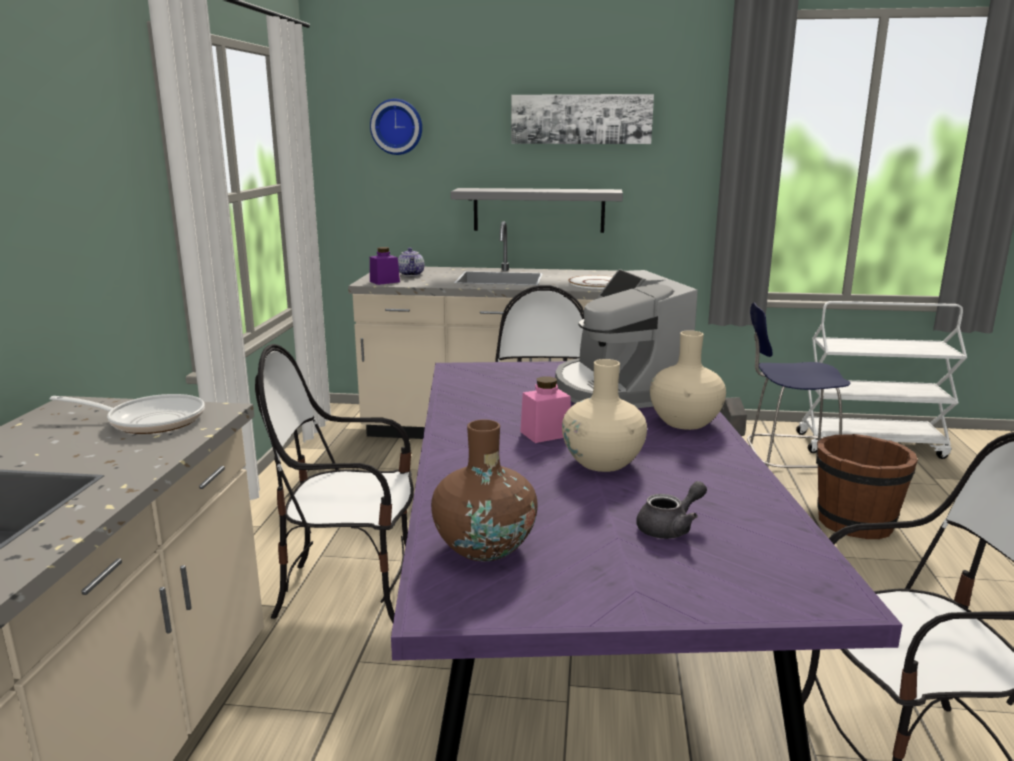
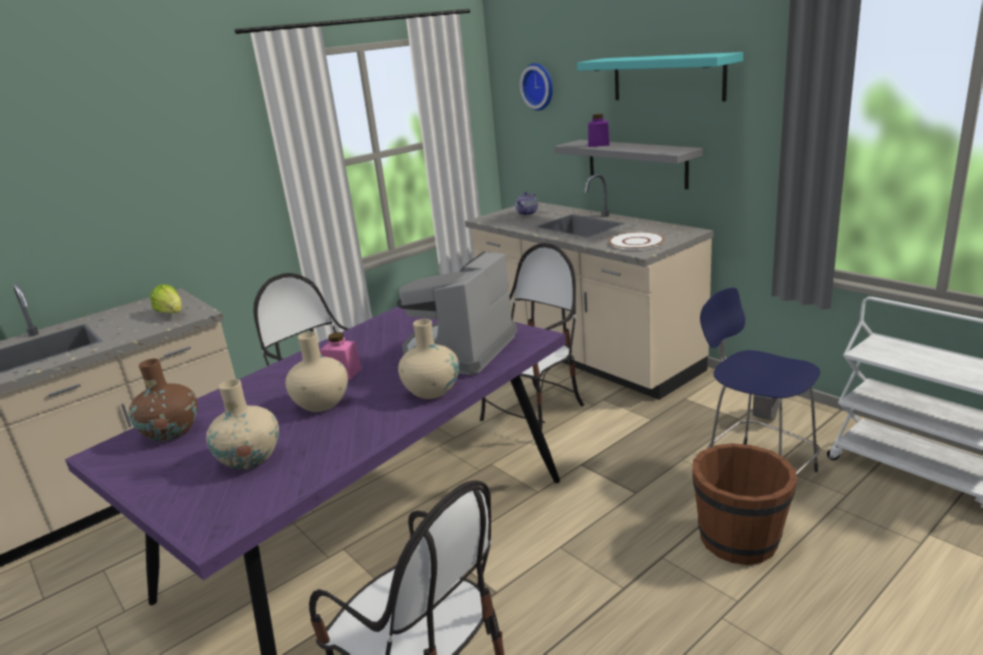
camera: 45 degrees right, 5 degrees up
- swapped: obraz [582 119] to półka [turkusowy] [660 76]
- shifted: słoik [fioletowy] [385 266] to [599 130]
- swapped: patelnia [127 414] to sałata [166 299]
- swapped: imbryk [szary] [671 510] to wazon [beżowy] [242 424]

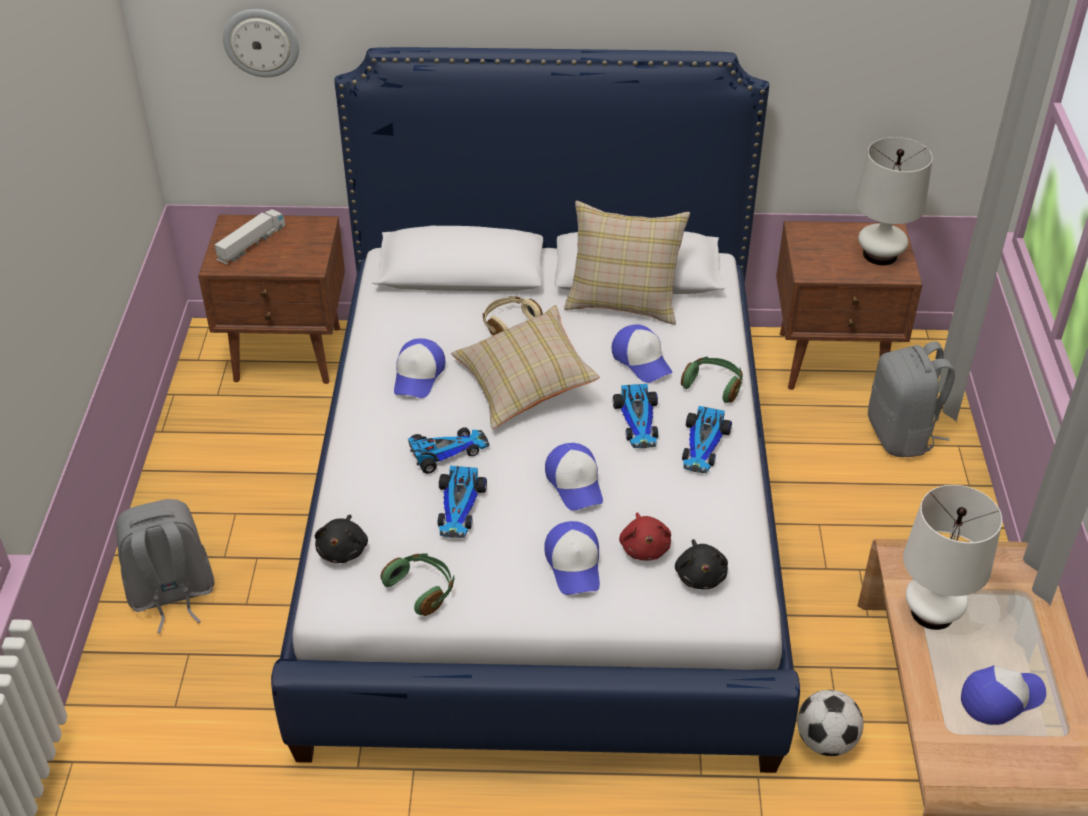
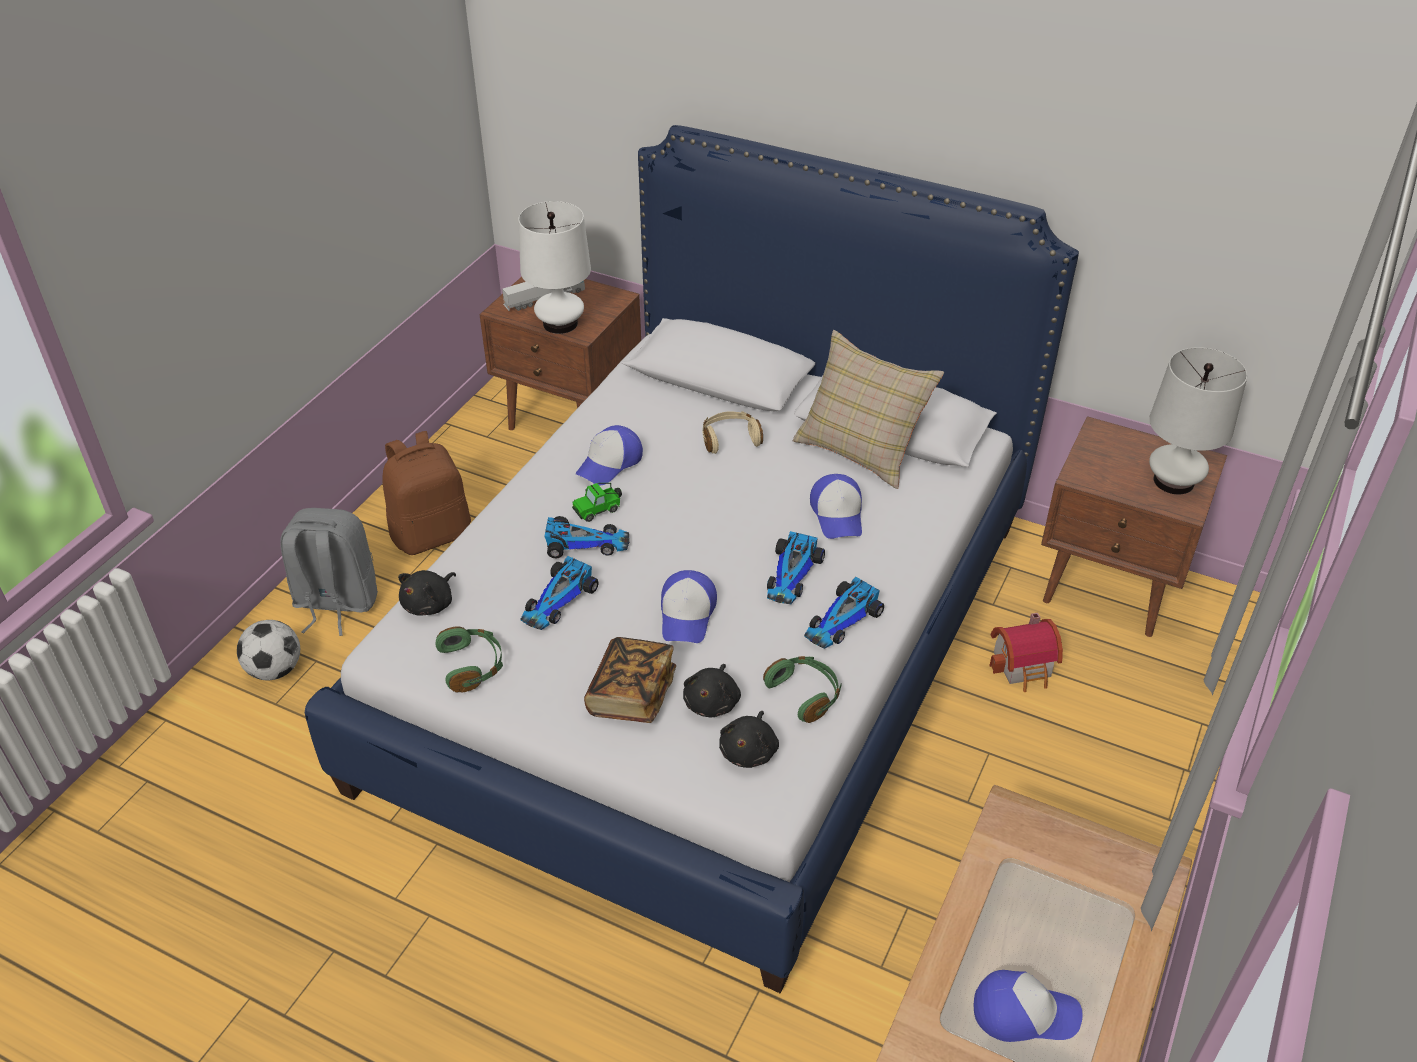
camera: 25 degrees right, 0 degrees up
- gone: zegar ścienny [261 43]
- gone: poduszka [beżowy] [525 367]
- gone: plecak [szary] [911 399]
- shifted: słuchawki [zielony] [712 379] to [802 689]
- shifted: lampa stołowa [biały] [952 557] to [554 267]
- repainted: pluszak [czerwony] [645 536] to pluszak [czarny] [712 690]
- swapped: czapka z daszkiem [572 558] to książka [630 680]
- shifted: piłka futbolowa [830 723] to [268 650]
- new: plecak [brązowy] [426 493]
- new: samochodzik [597 502]
- new: domek [1026 652]

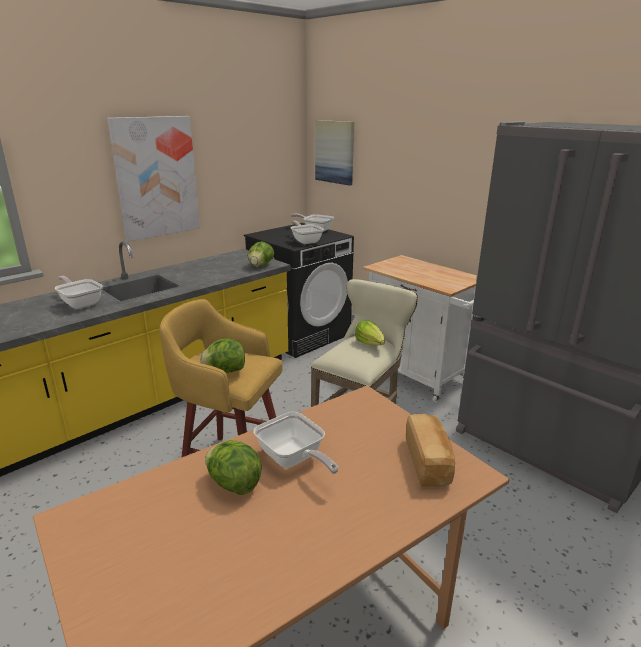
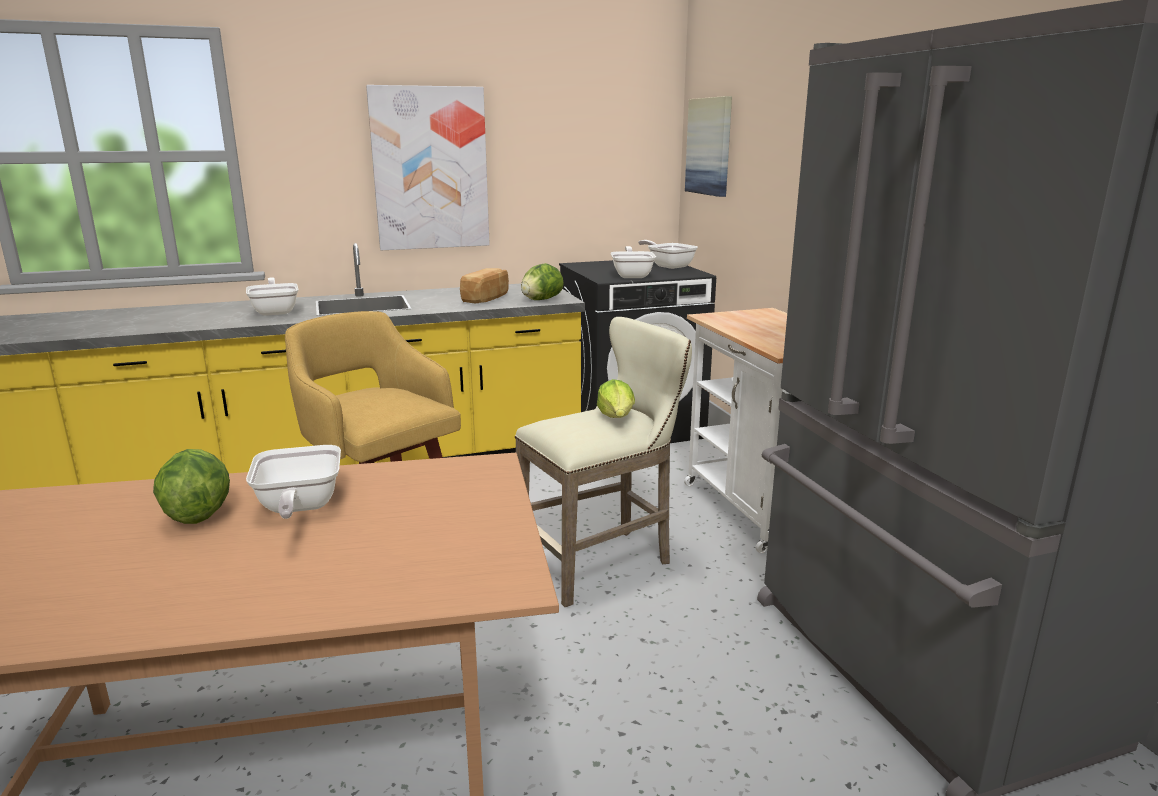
camera: 25 degrees right, 5 degrees down
- gone: sałata [222 356]
- shifted: chleb [430 450] to [484 285]

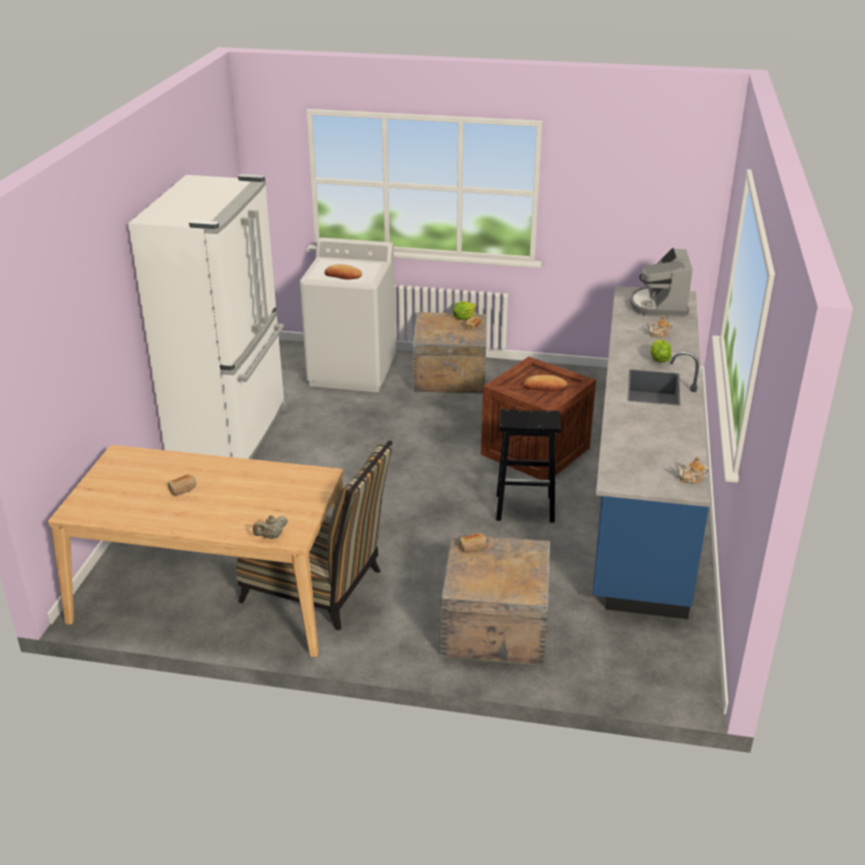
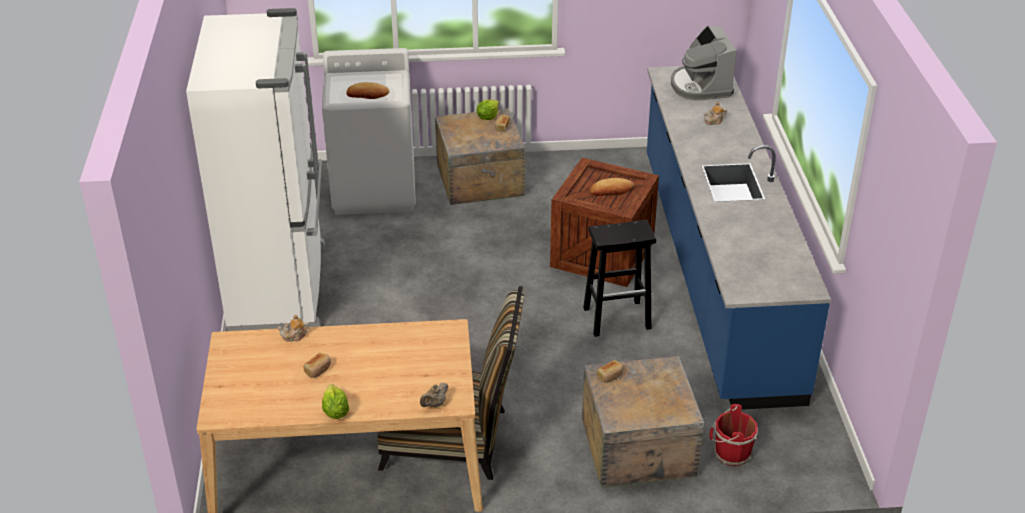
camera: 15 degrees left, 5 degrees up
- shifted: sałata [660 351] to [335 401]
- shifted: imbryk [693 470] to [293 328]
- new: wiadro [czerwony] [733 435]

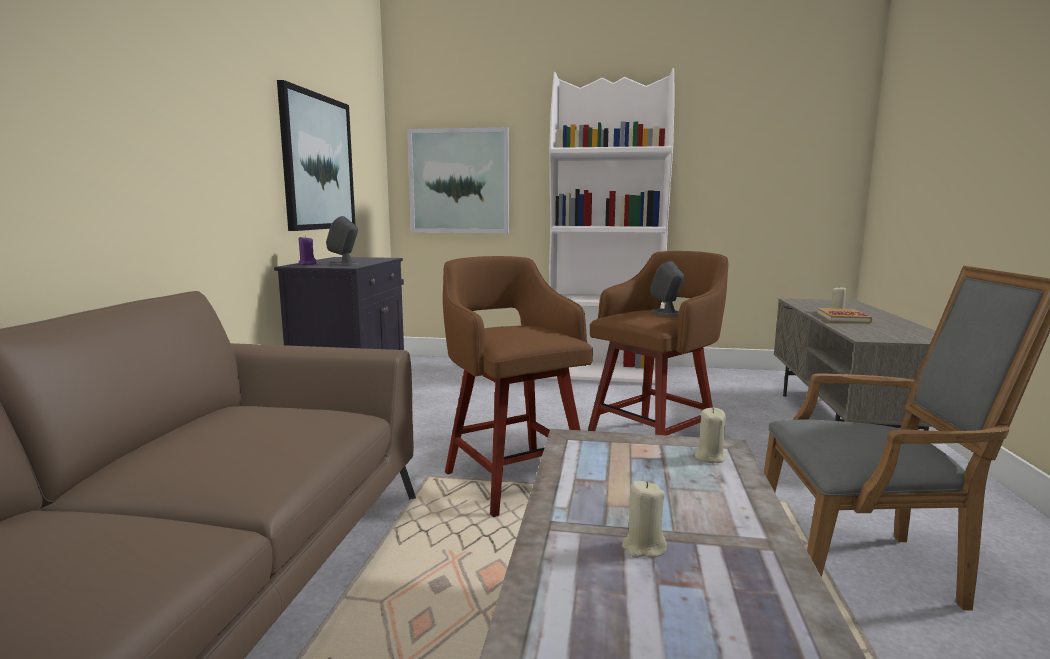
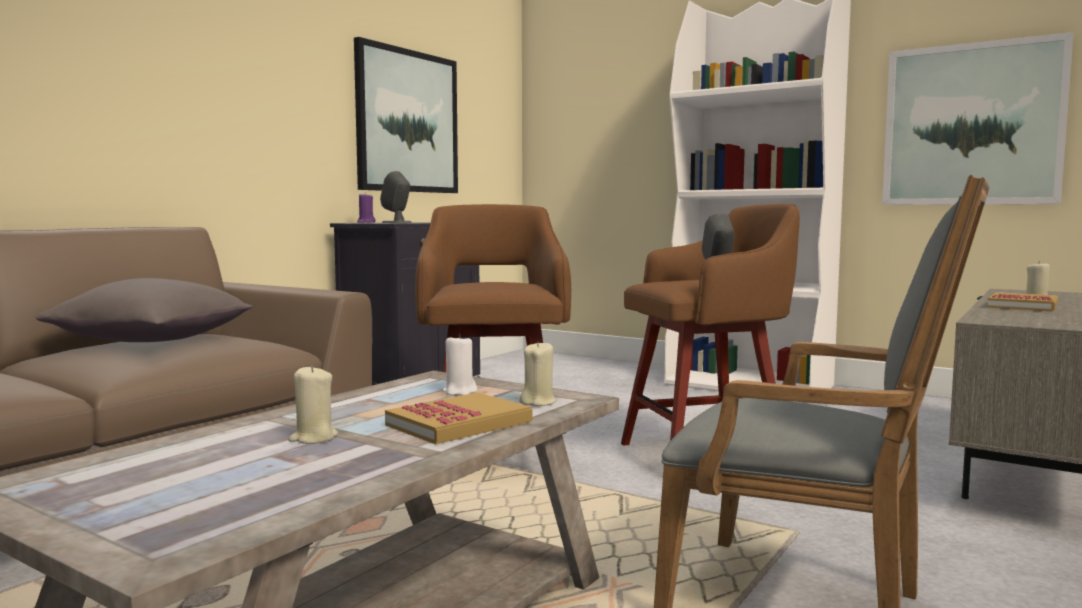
camera: 25 degrees right, 5 degrees down
- shifted: obraz [458 180] to [977 118]
- new: poduszka [szary] [144 310]
- new: świeca [biały] [460 365]
- new: książka [459 418]

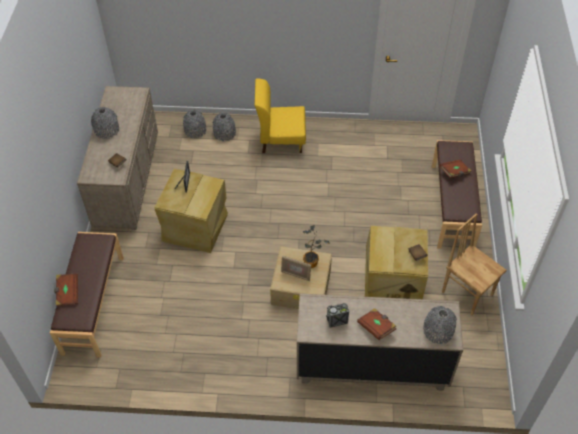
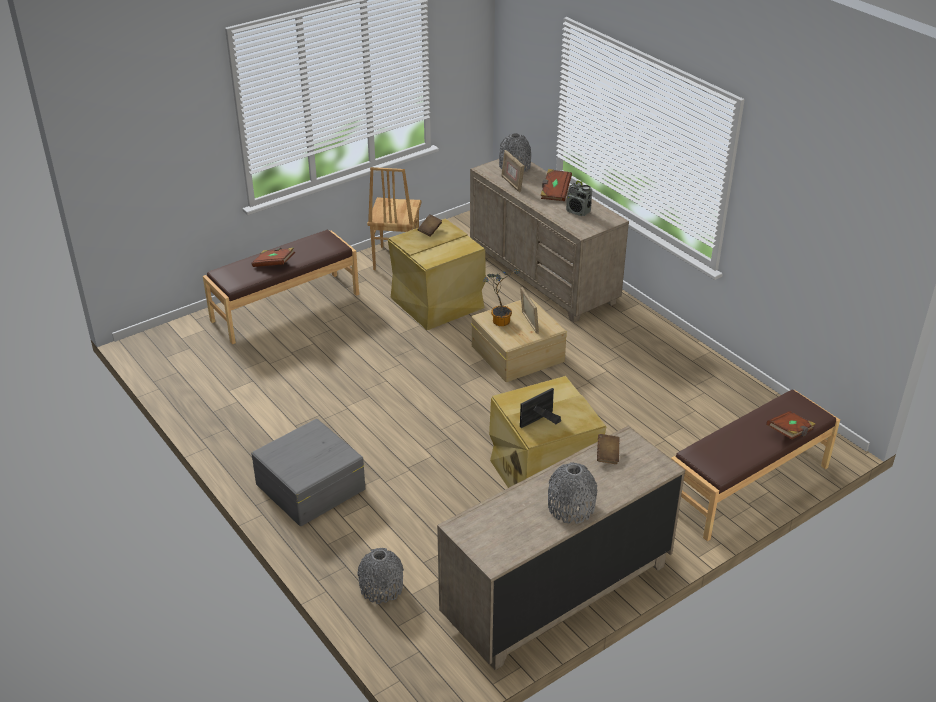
camera: 130 degrees left, 15 degrees down
- swapped: krzesło [żółty] [280 115] to pojemnik do przechowywania [szary] [308 472]
- gone: wazon [szary] [224 127]
- new: ramka na zdjęcie [512 171]

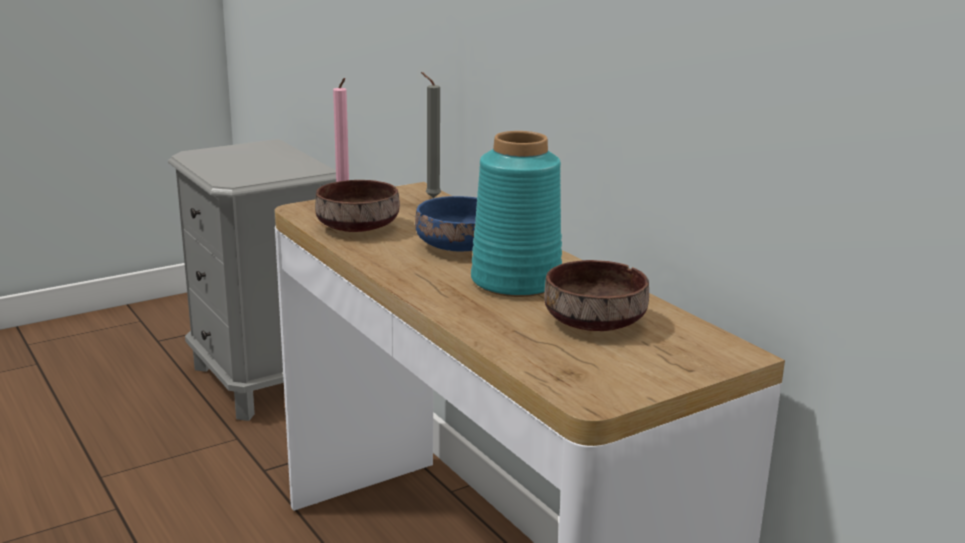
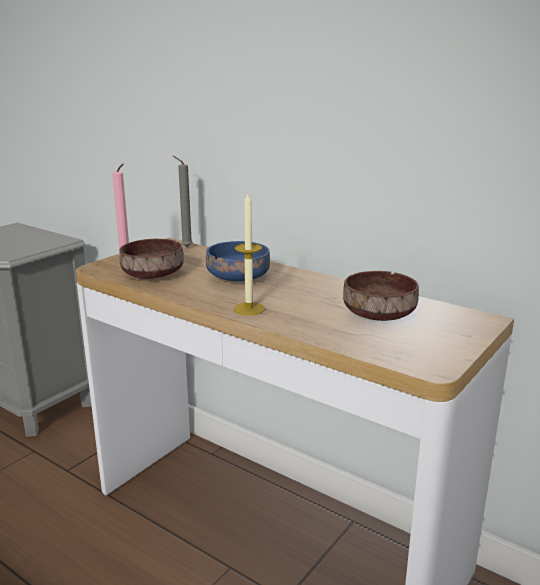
camera: 20 degrees left, 0 degrees up
- gone: wazon [turkusowy] [516 214]
- new: świeca [249 254]

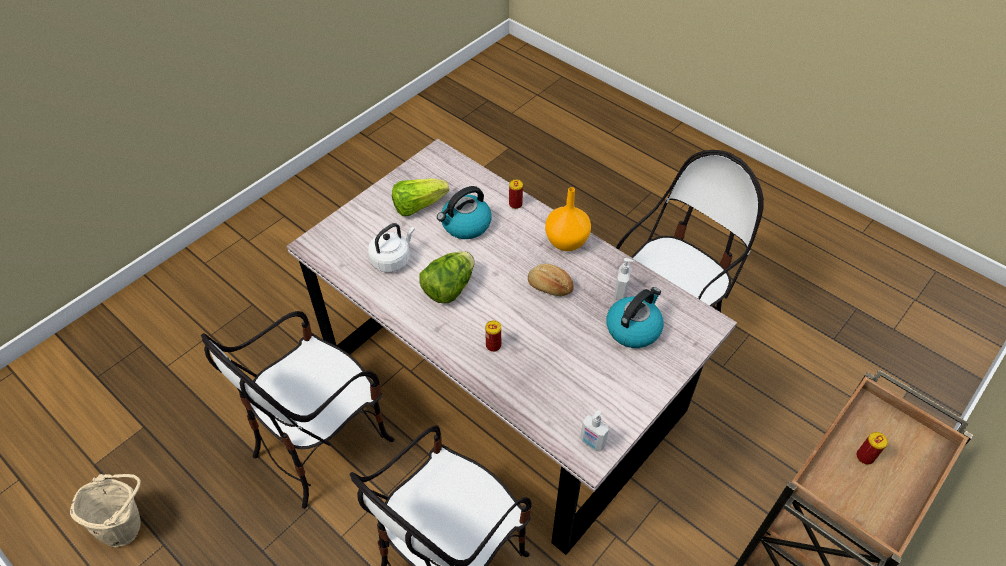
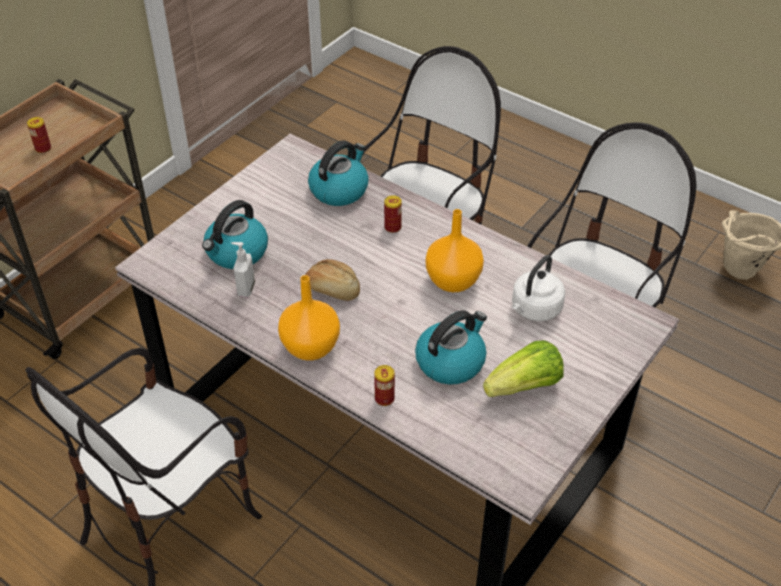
camera: 175 degrees right, 5 degrees down
- swapped: sałata [447 277] to wazon [pomarańczowy] [454 250]
- gone: dozownik mydła [594 431]
- new: czajnik [338 173]

